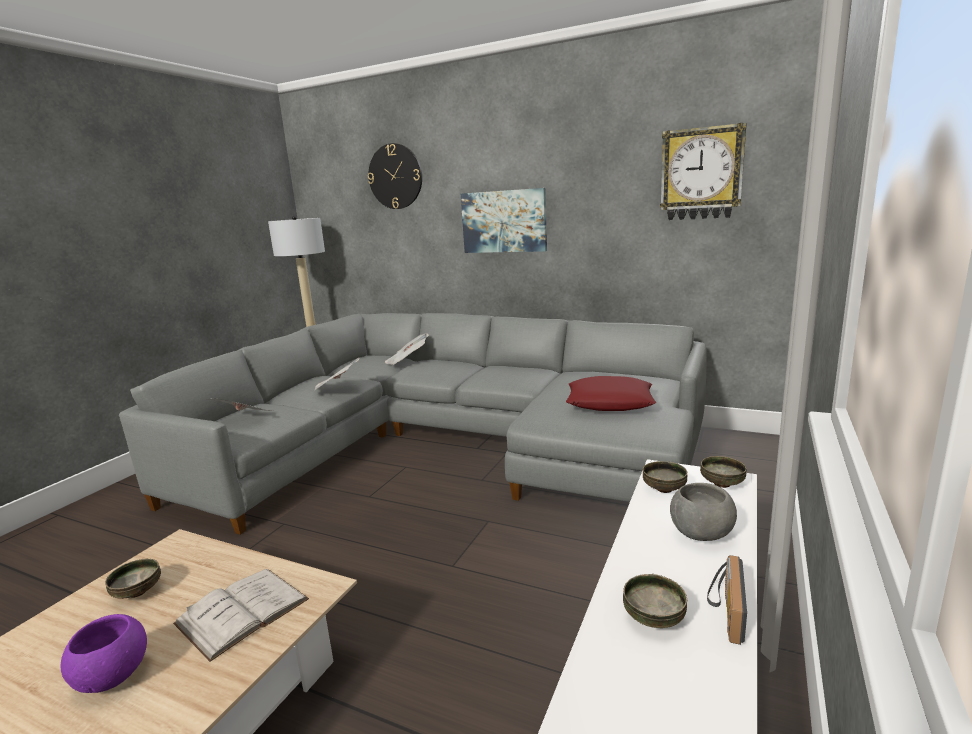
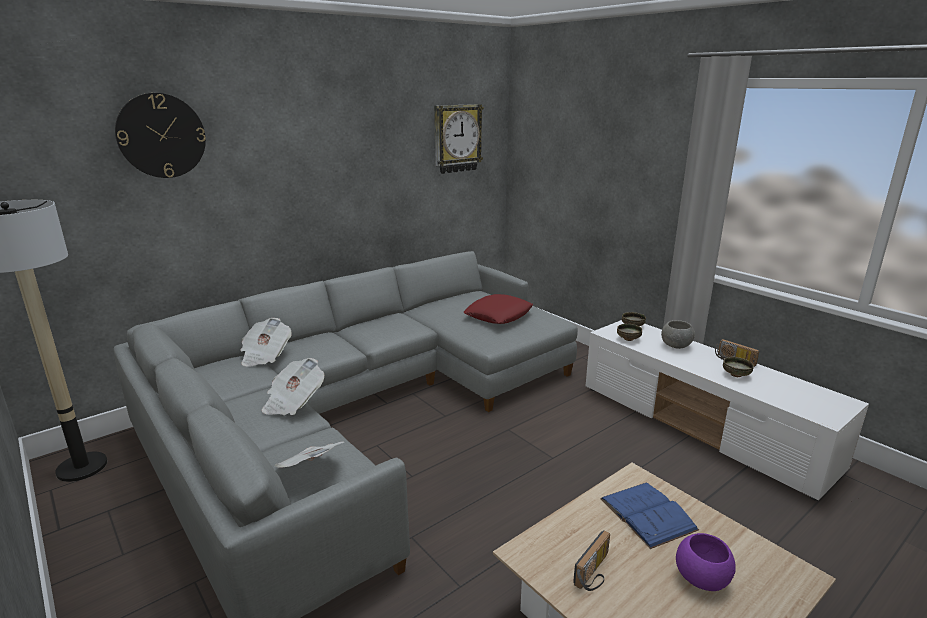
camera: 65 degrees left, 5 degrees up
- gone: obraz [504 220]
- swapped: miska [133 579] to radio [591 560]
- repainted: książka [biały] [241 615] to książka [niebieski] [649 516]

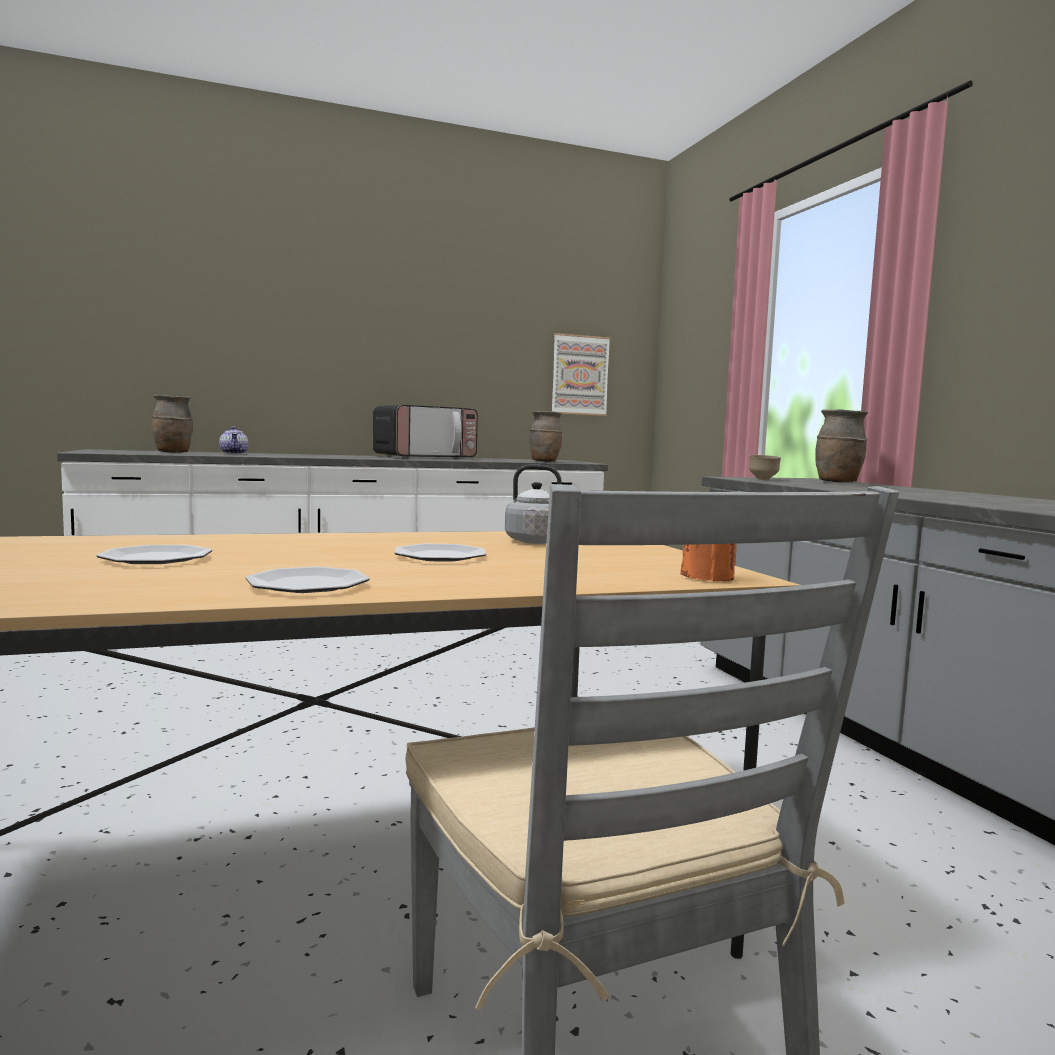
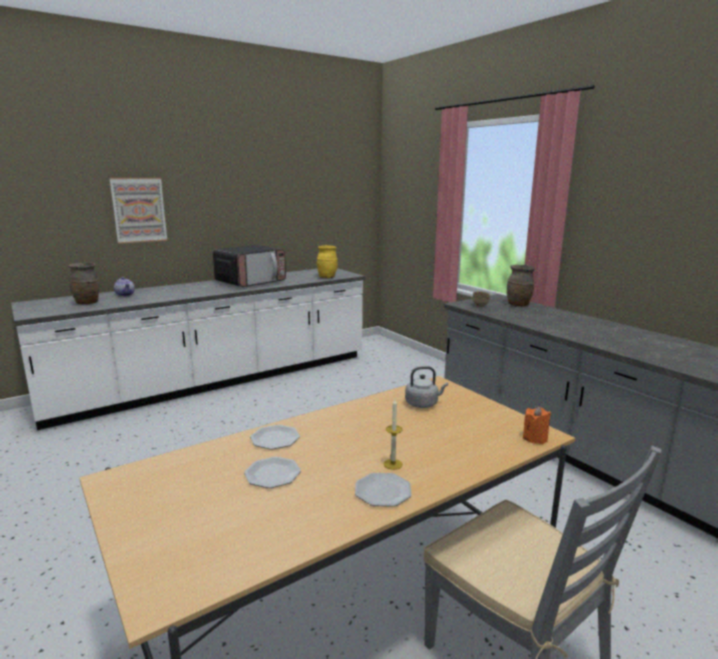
camera: 15 degrees left, 10 degrees up
- shifted: obraz [581 374] to [138 211]
- repainted: wazon [brązowy] [545 436] to wazon [żółty] [327 261]
- shifted: talerz [440 553] to [275 437]
- new: świeca [393 434]

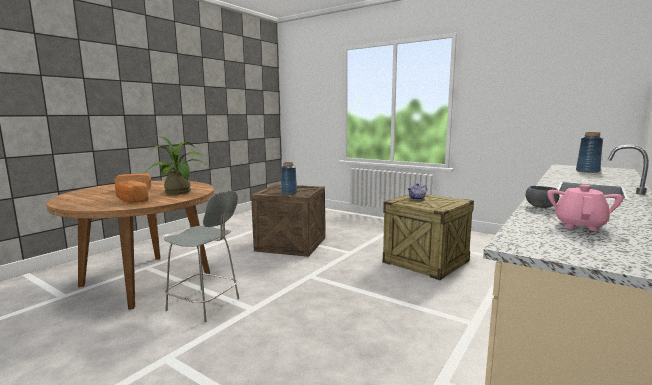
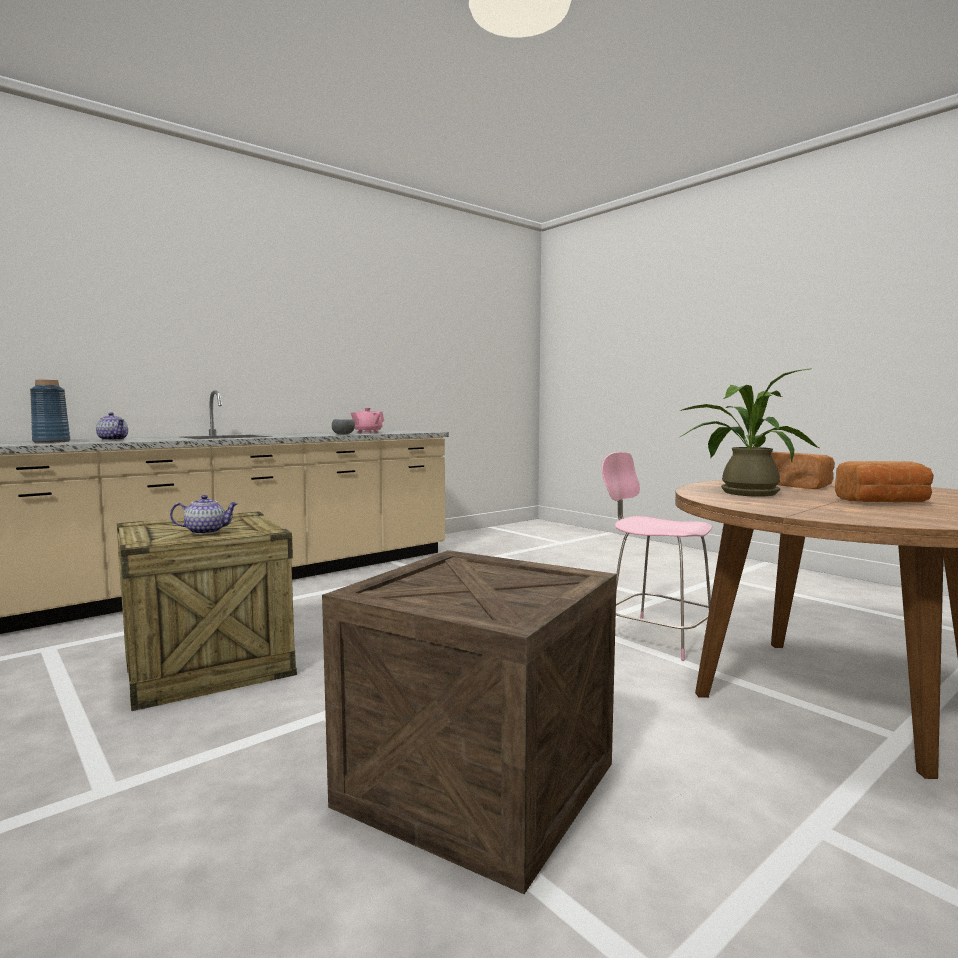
camera: 165 degrees left, 5 degrees down
- gone: wazon [niebieski] [289 178]
- repainted: krzesło [szary] [201 256] to krzesło [różowy] [657 556]
- new: imbryk [112 426]

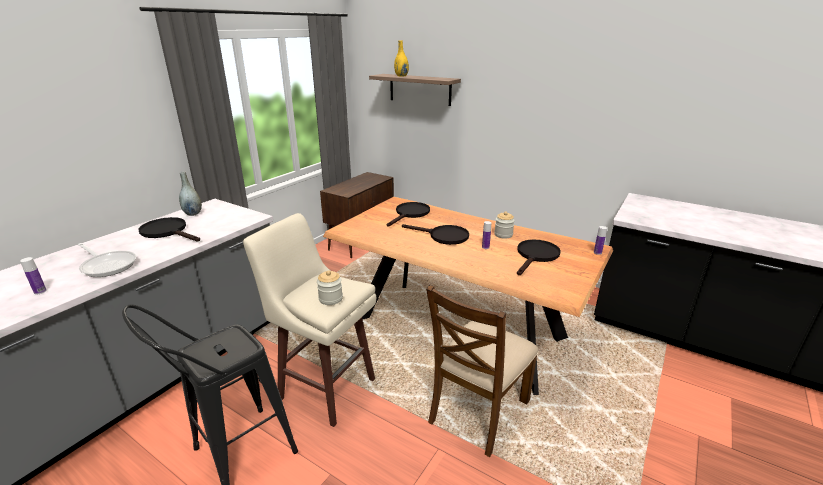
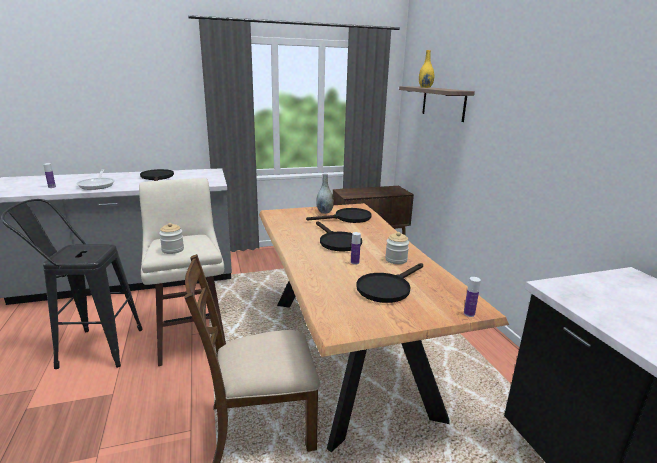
camera: 40 degrees right, 5 degrees down
- shifted: wazon [szary] [190 194] to [325 194]
- rotated: patelnia [czarny] [539 257] = [389 283] 150 degrees clockwise

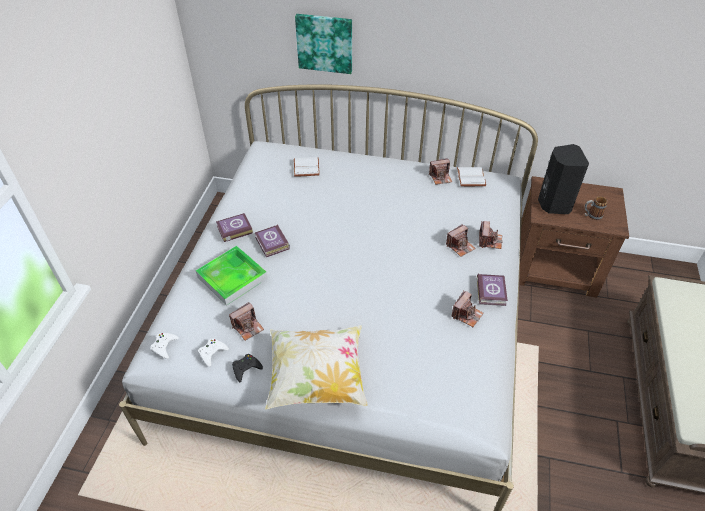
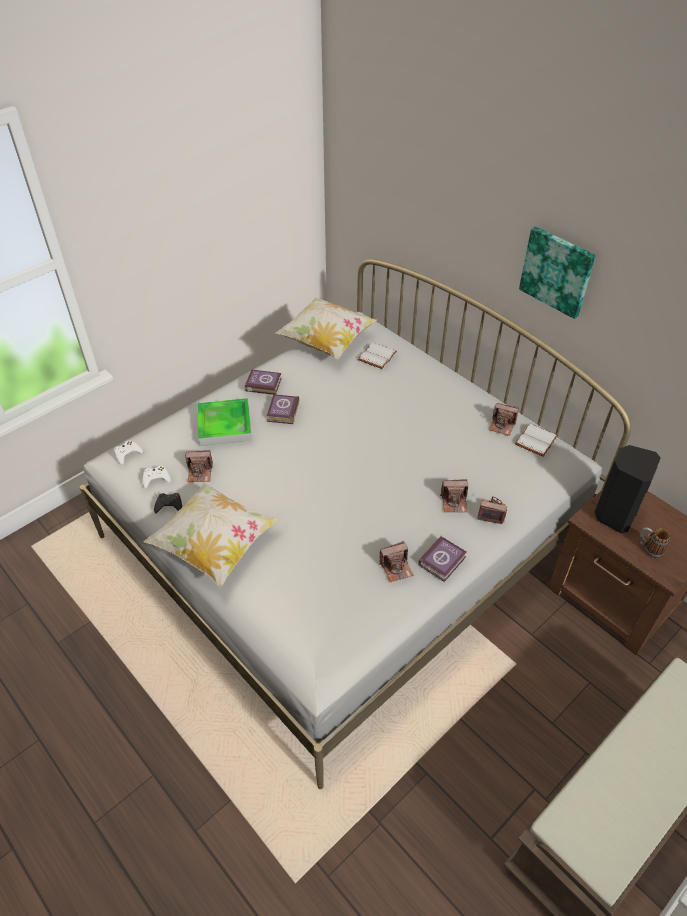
camera: 35 degrees right, 0 degrees up
- shifted: obraz [323 44] to [557 272]
- rotated: aparat fotograficzny [490 235] = [492 510] 120 degrees counterclockwise
- new: poduszka [326 328]

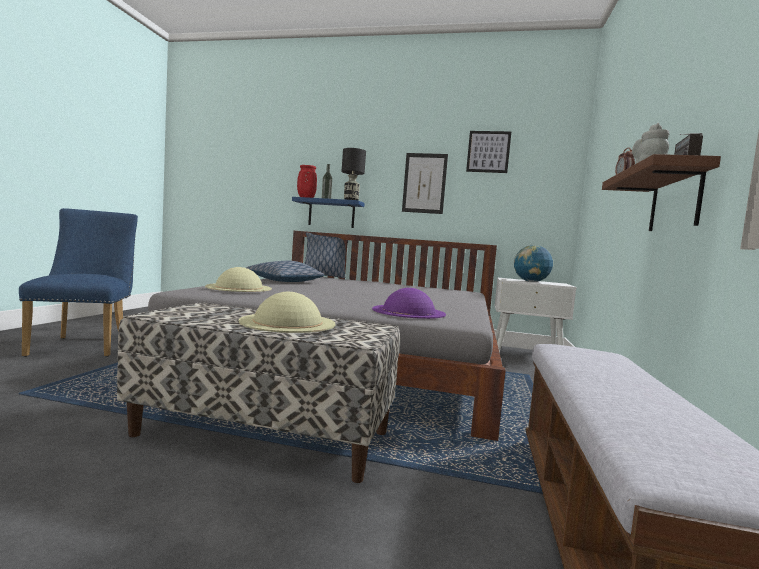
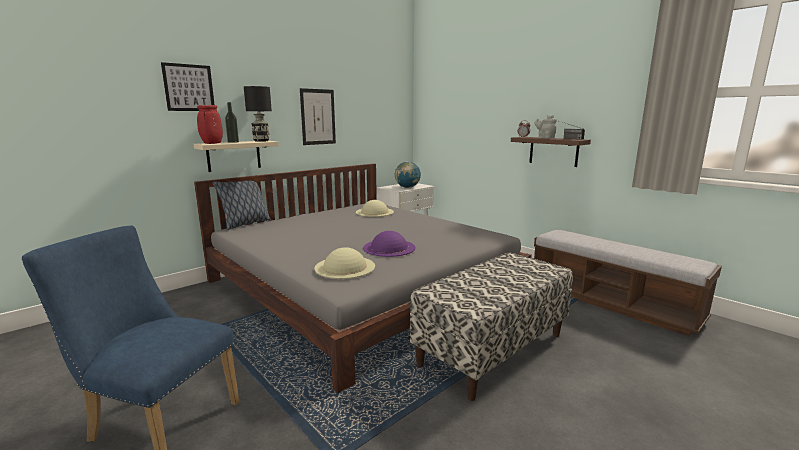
camera: 55 degrees left, 10 degrees up
- shifted: obraz [489 152] to [188 86]
- repainted: półka [niebieski] [328 212] to półka [beżowy] [236 156]
- gone: poduszka [285 271]
- shifted: kapelusz [fioletowy] [409 303] to [389 244]
- shifted: kapelusz [beżowy] [287 312] to [375 208]

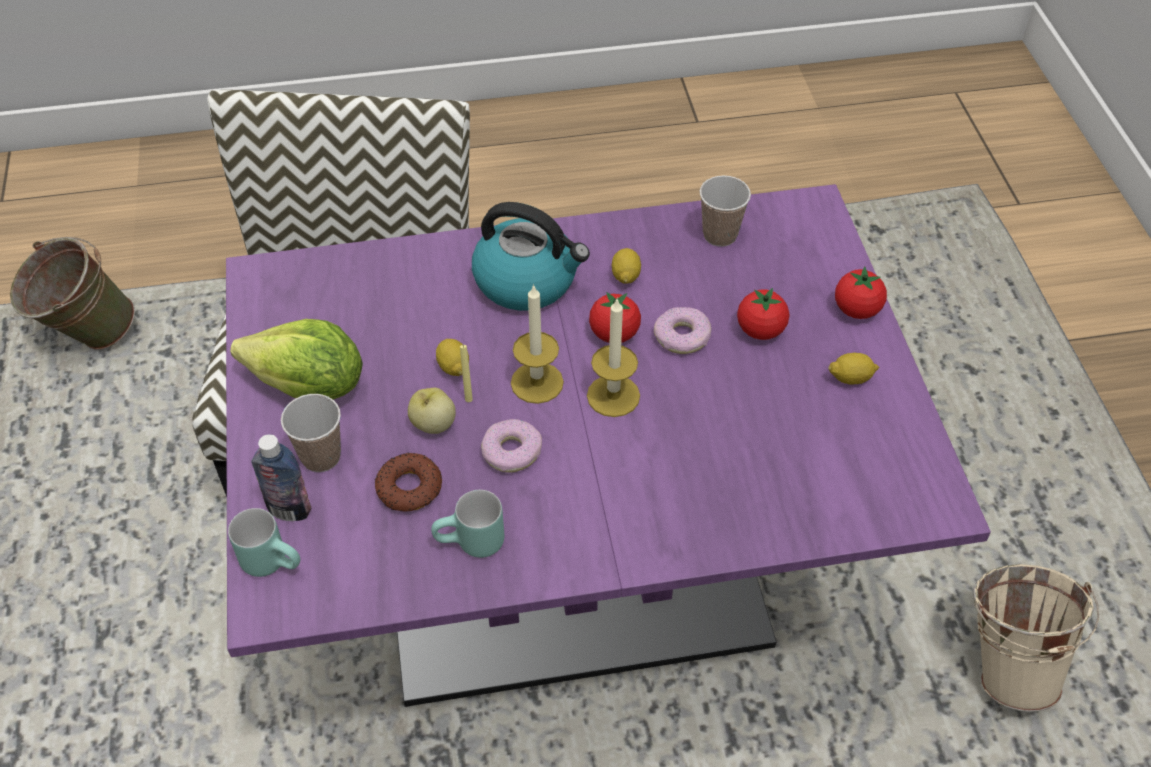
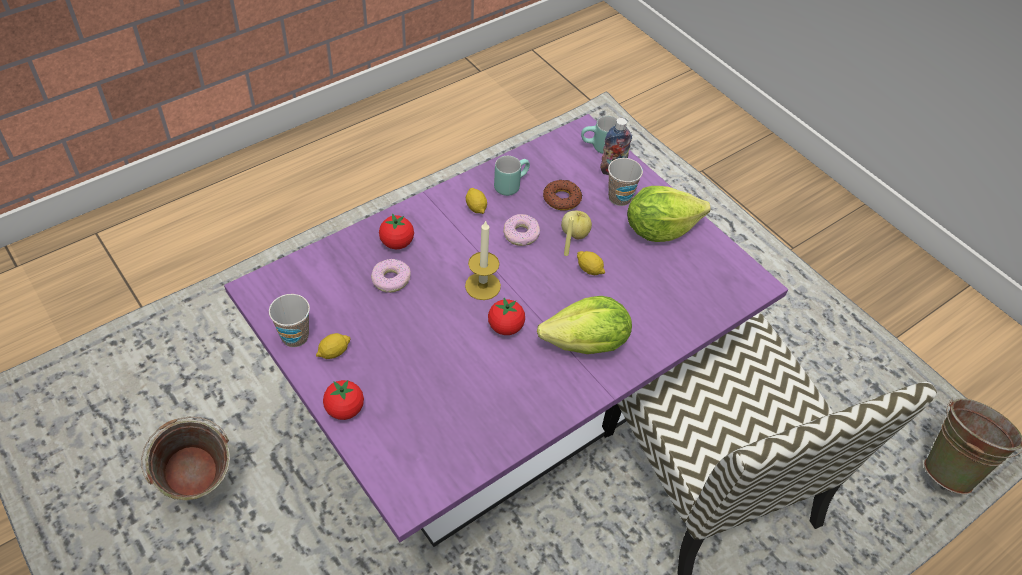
camera: 150 degrees right, 0 degrees up
- shifted: filiżanka [725 211] to [289 320]
- swapped: czajnik [531 256] to sałata [584 325]
- shifted: cytryna [626 266] to [476 201]
- gone: świeca [537 344]
- shifted: pomidor [763 314] to [396 231]
- shifted: donut [682 330] to [391 276]
- repainted: wiadro [beżowy] [1036 638] to wiadro [zielony] [185 459]

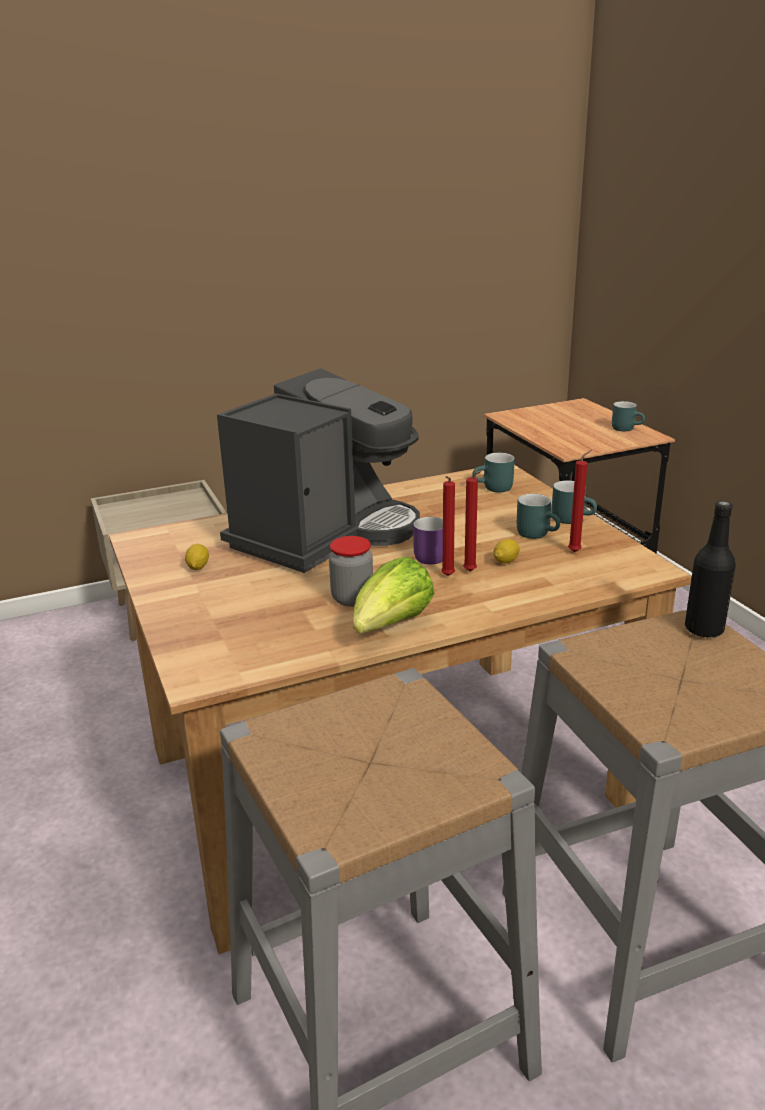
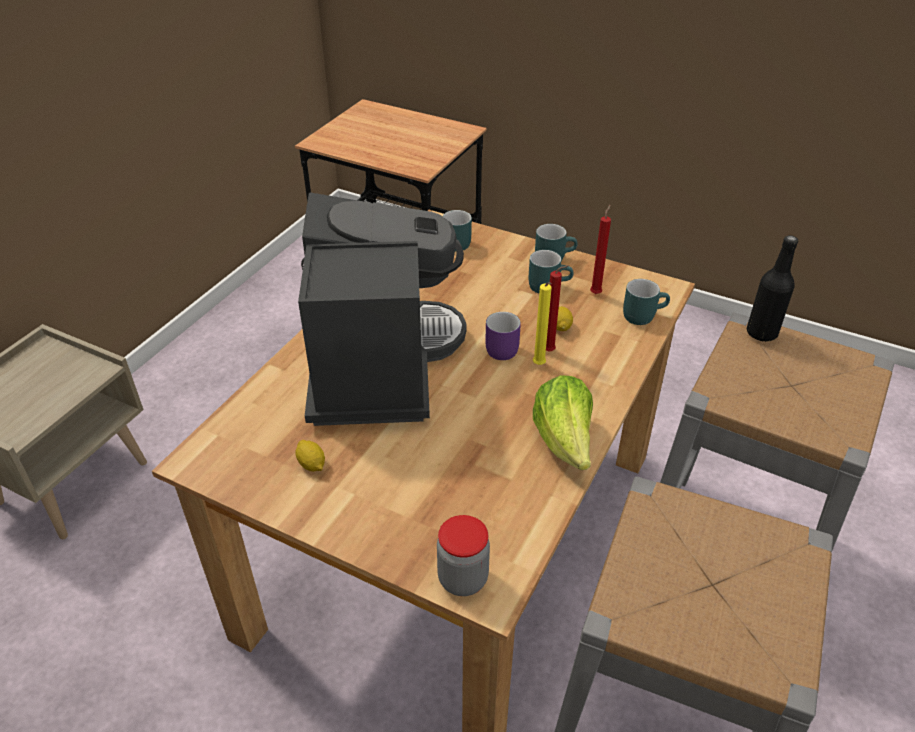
camera: 40 degrees left, 15 degrees up
- shifted: kubek [turkusowy] [628 416] to [646 302]
- repainted: świeca [czerwony] [448 526] to świeca [żółty] [542 323]
- shifted: słoik [351 571] to [463 555]

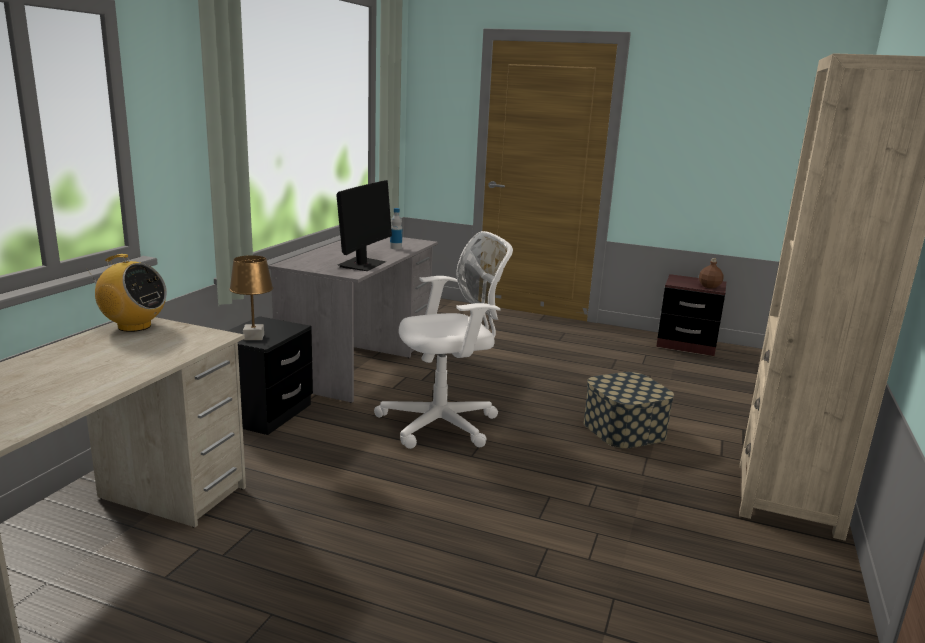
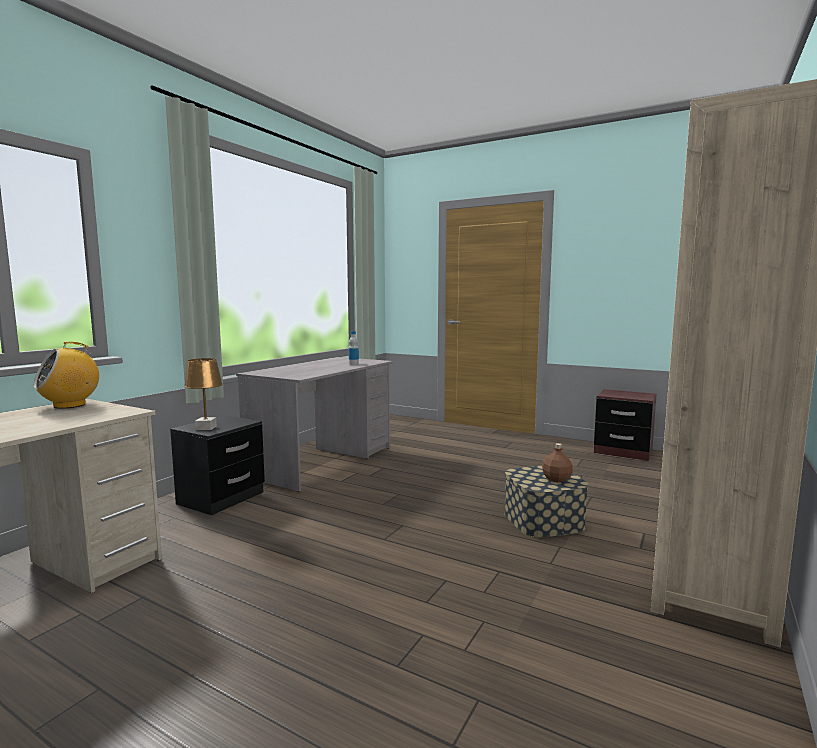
camera: 10 degrees right, 10 degrees down
- gone: monitor [364 225]
- gone: krzesło biurowe [biały] [443 340]
- rotated: radio [126 293] = [66 375] 105 degrees clockwise
- shifted: butelka [brązowy] [711 273] to [557 462]

